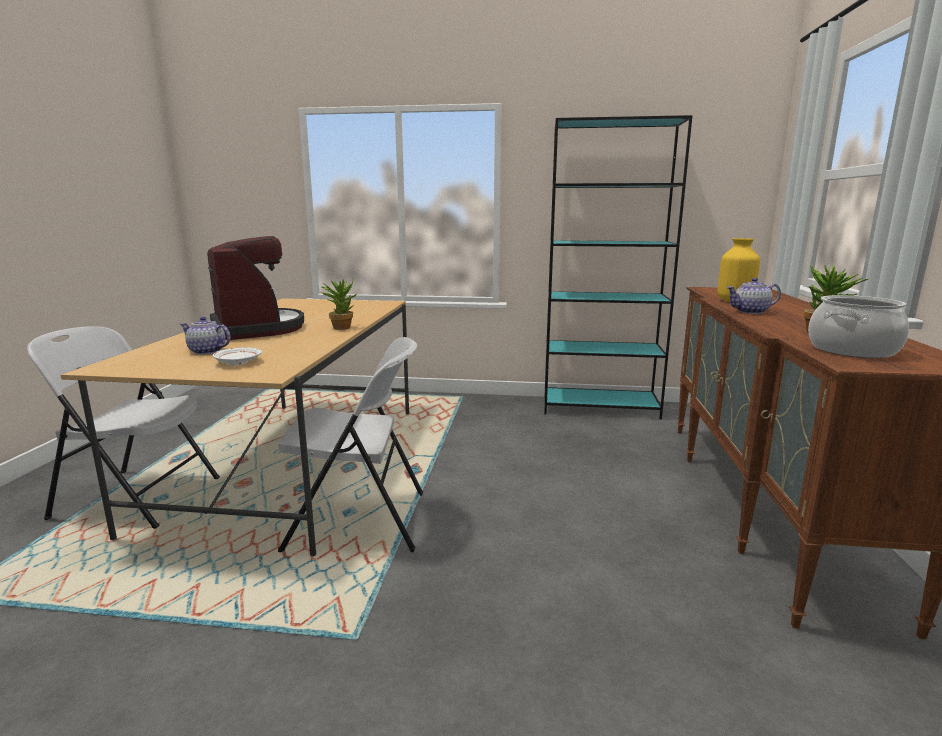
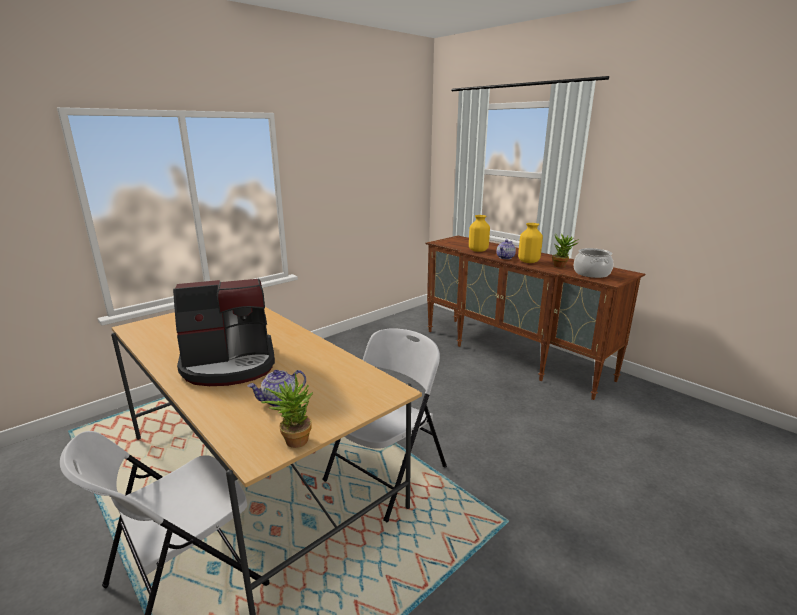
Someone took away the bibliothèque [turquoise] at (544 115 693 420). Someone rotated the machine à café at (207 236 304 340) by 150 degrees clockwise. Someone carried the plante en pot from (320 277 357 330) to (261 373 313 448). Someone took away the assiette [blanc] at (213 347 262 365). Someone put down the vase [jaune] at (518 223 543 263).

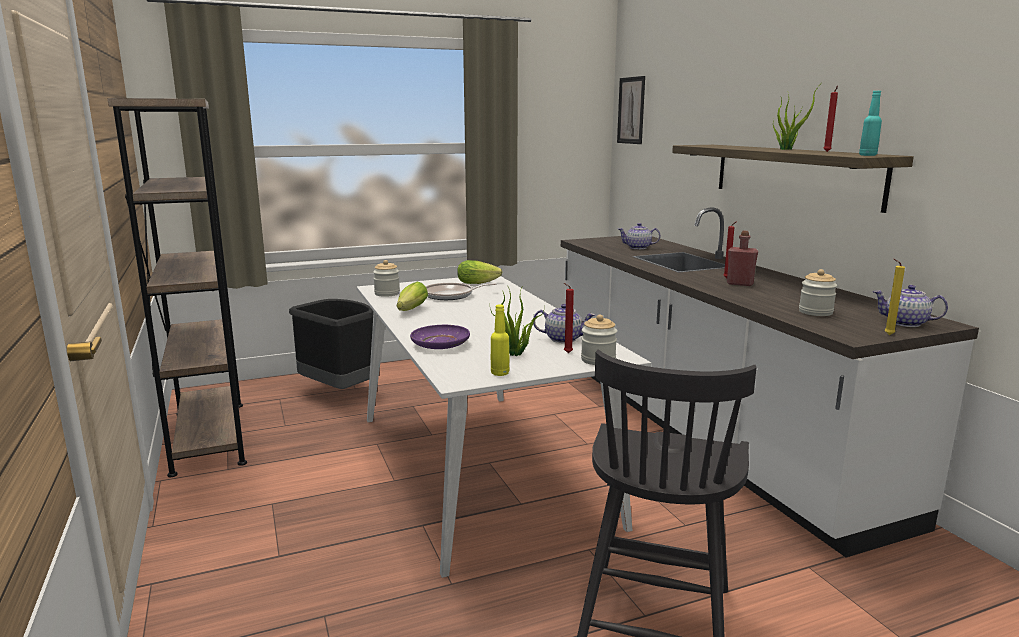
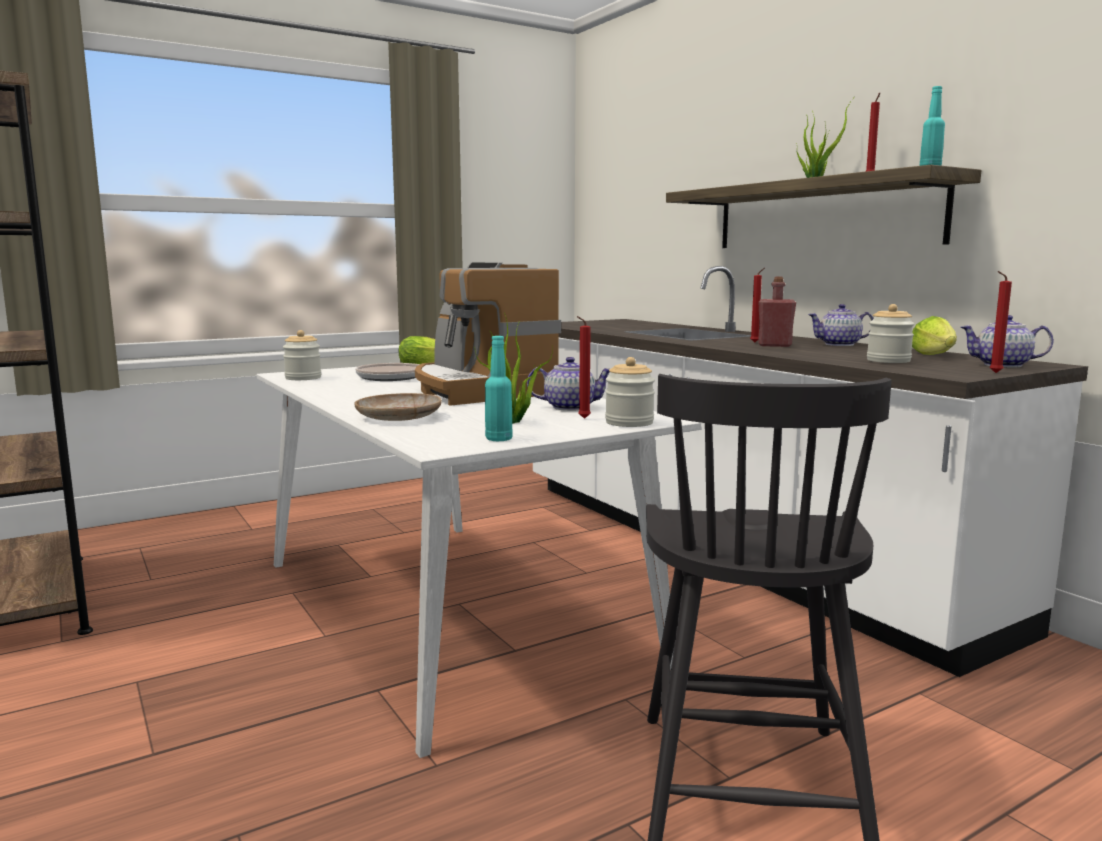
Someone took away the tableau at (617 76 645 144). Someone carried the théière from (618 223 661 249) to (808 304 874 346). Someone repainted the bougie [jaune] at (885 259 905 335), which became the bougie [rouge] at (989 271 1012 373). Someone carried the laitue from (397 281 428 311) to (912 316 957 355). Someone took away the poubelle [noir] at (289 299 374 389). Someone repainted the bouteille [jaune] at (491 304 509 376), which became the bouteille [turquoise] at (485 336 513 441). Someone repainted the assiette [violet] at (410 325 470 349), which became the assiette [beige] at (354 393 442 421). Someone put down the machine à café at (415 263 561 406).

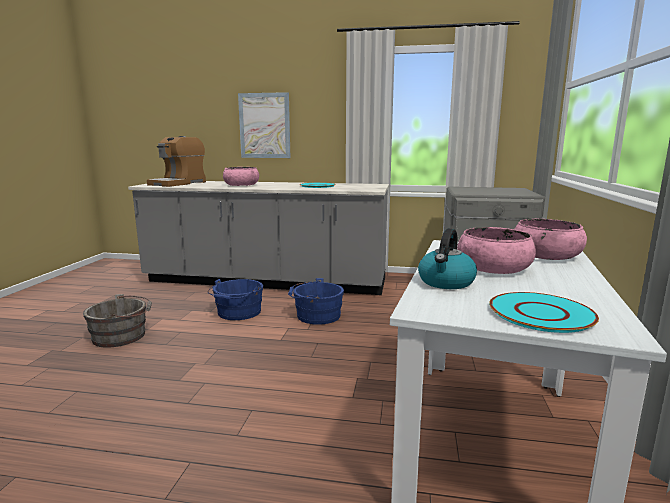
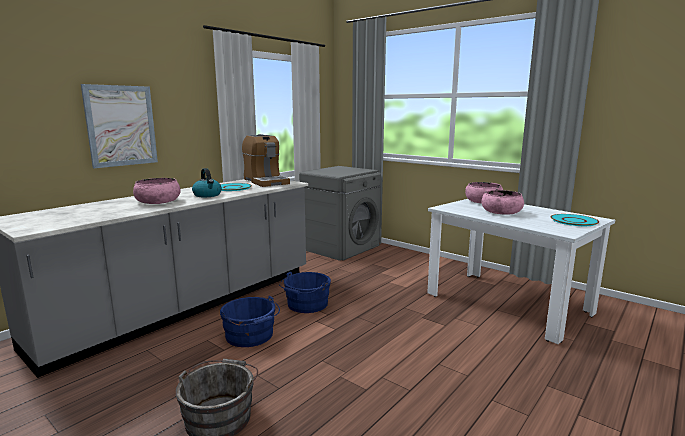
Someone carried the machine à café from (147 136 206 187) to (242 134 290 187). Someone carried the bouilloire from (418 229 477 289) to (192 168 222 197).

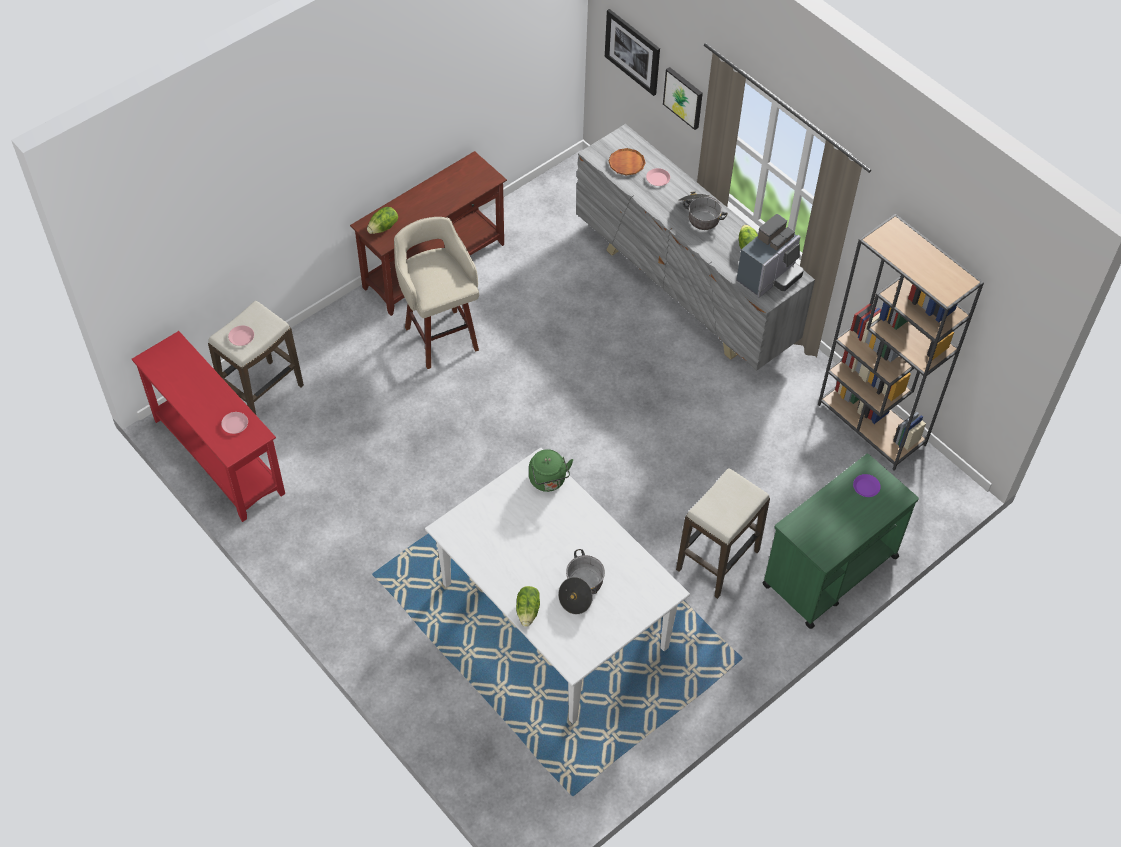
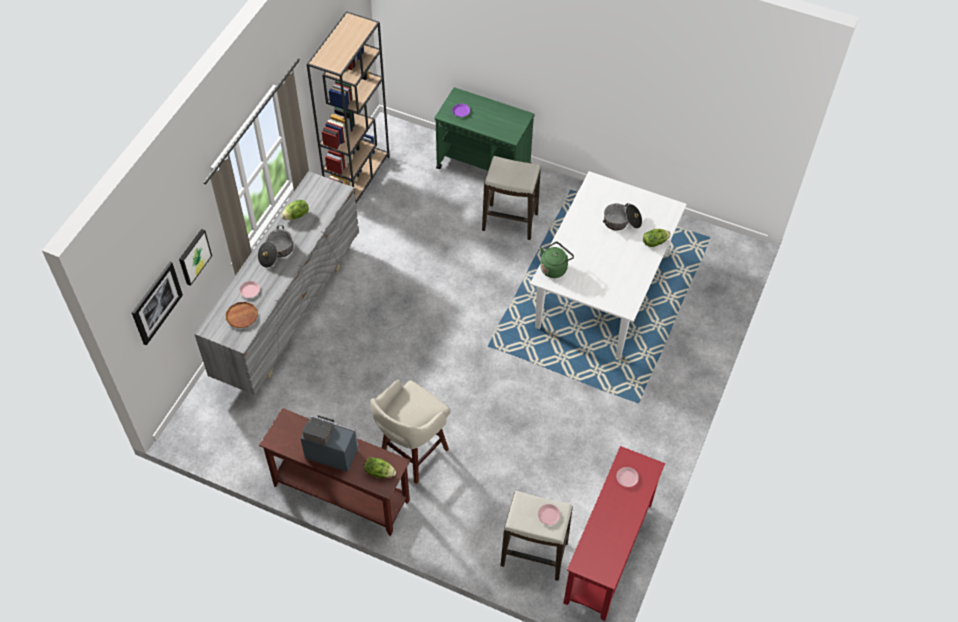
Someone carried the machine à café from (736 214 804 297) to (301 415 359 472).

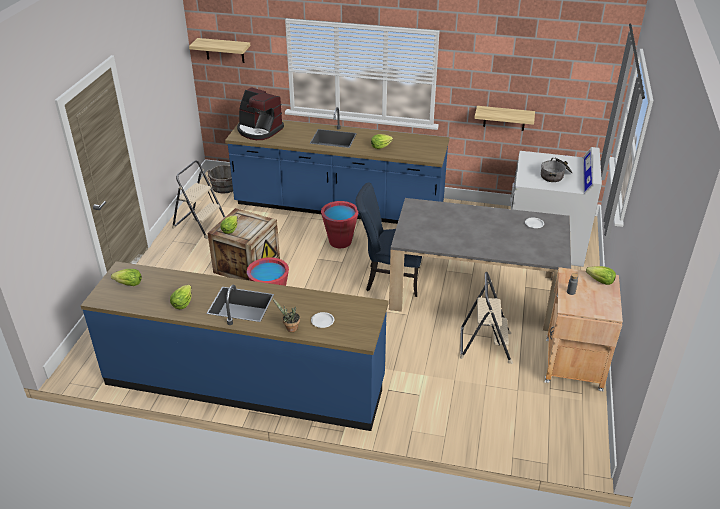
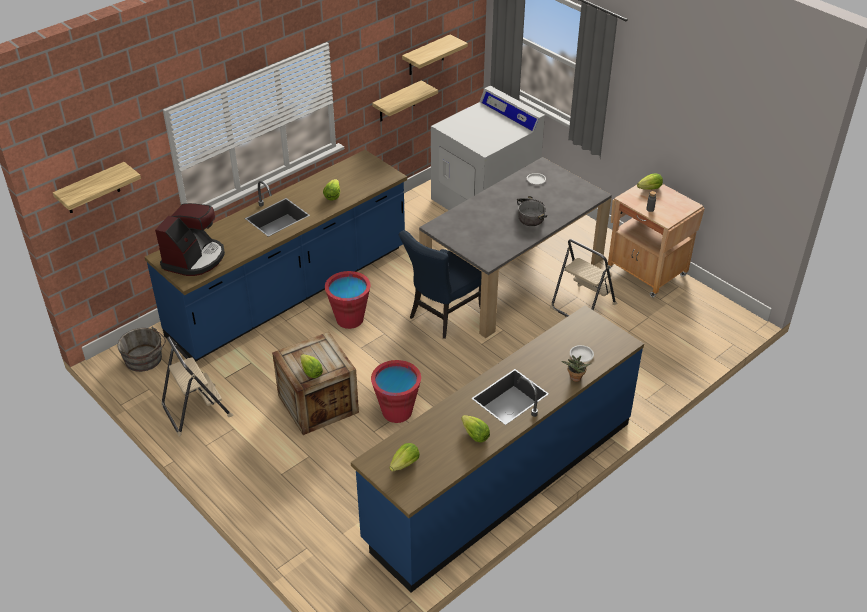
Someone rotated the machine à café at (237 87 284 140) by 45 degrees counterclockwise. Someone carried the marmite from (541 158 572 182) to (517 196 547 226). Someone put up the étagère at (402 34 468 75).

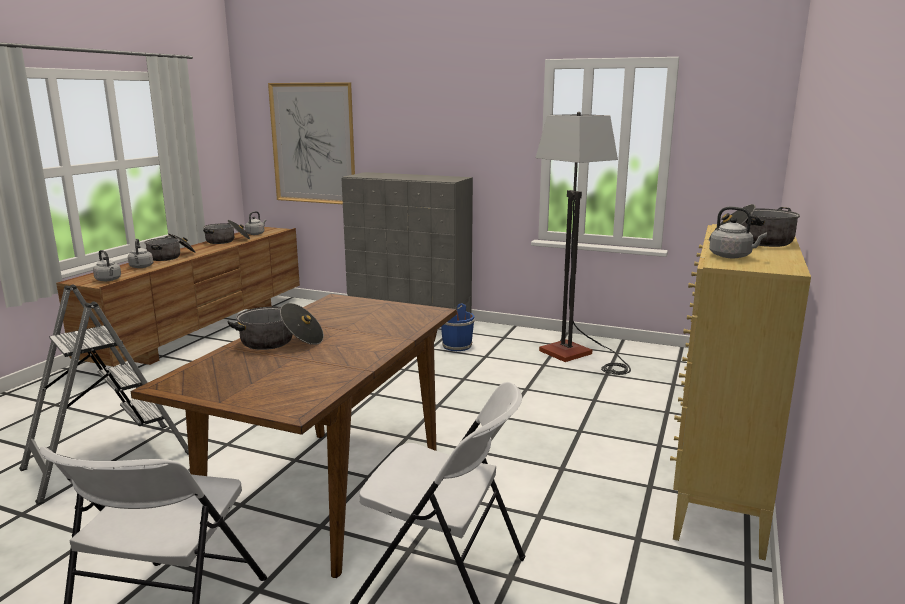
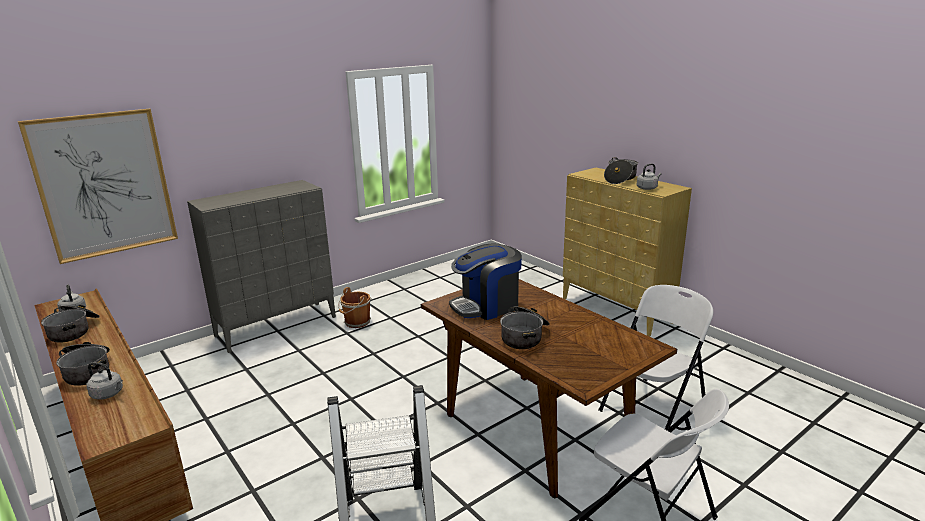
Someone took away the lampadaire at (536 112 631 375). Someone took away the bouilloire [gris] at (93 250 121 281). Someone repainted the seau [bleu] at (441 304 475 351), which became the seau [marron] at (338 287 372 328). Someone put down the machine à café at (449 243 522 320).

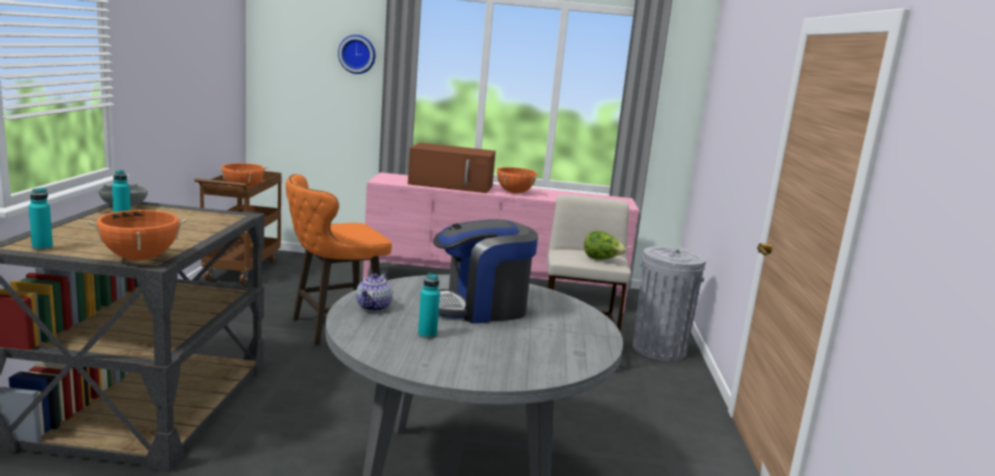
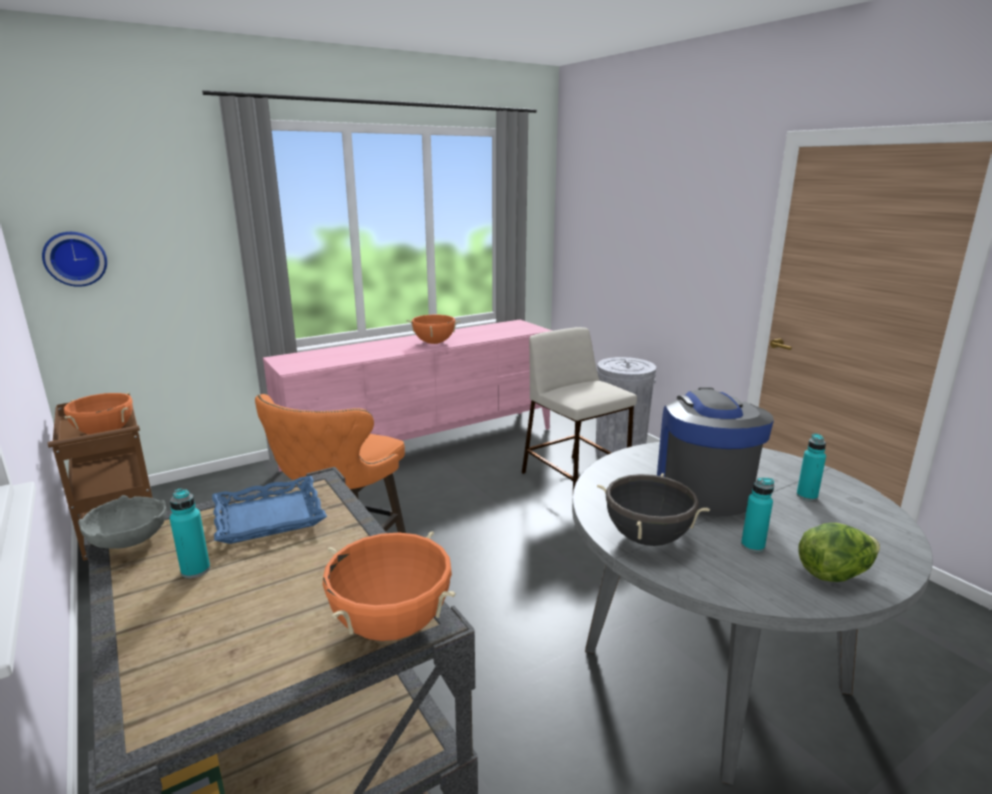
Someone carried the horloge murale from (338 35 376 74) to (42 232 107 287). Someone took away the micro-ondes [marron] at (408 142 496 193). Someone carried the bouteille [turquoise] from (29 188 53 250) to (797 433 826 501). Someone rotated the machine à café at (433 219 538 324) by 150 degrees clockwise. Someone carried the laitue from (584 231 627 260) to (798 523 880 582). Someone swapped the théière at (356 273 393 312) for the marmite [noir] at (597 473 710 546). Someone put down the plateau [bleu] at (212 476 327 544).

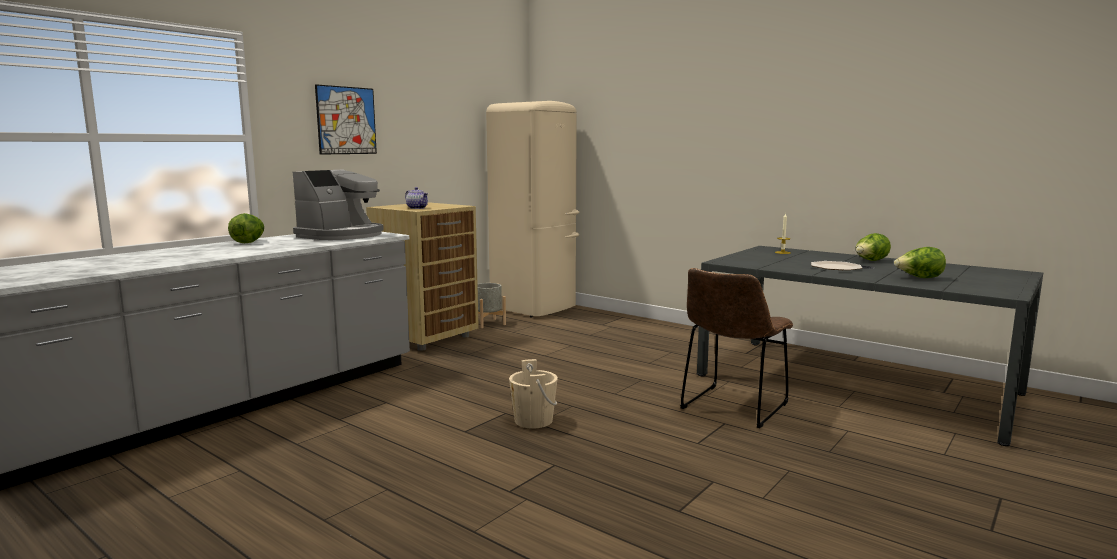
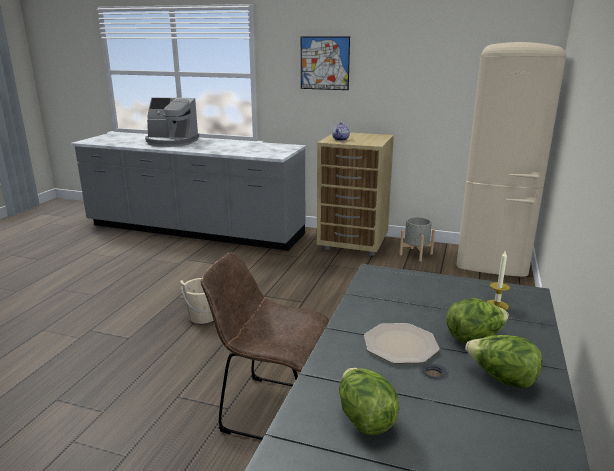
Someone carried the machine à café from (293 170 384 240) to (145 97 199 147). Someone carried the laitue from (228 213 264 243) to (446 298 509 343).

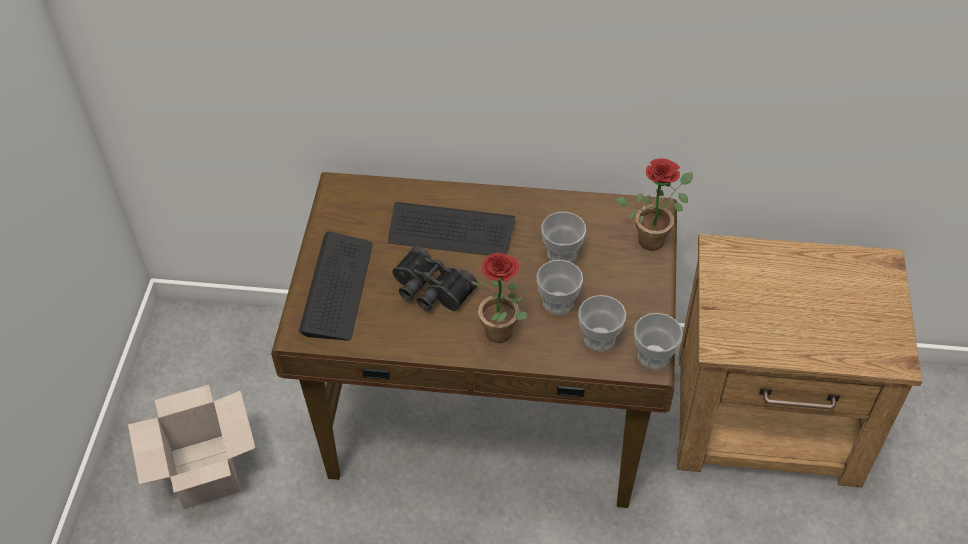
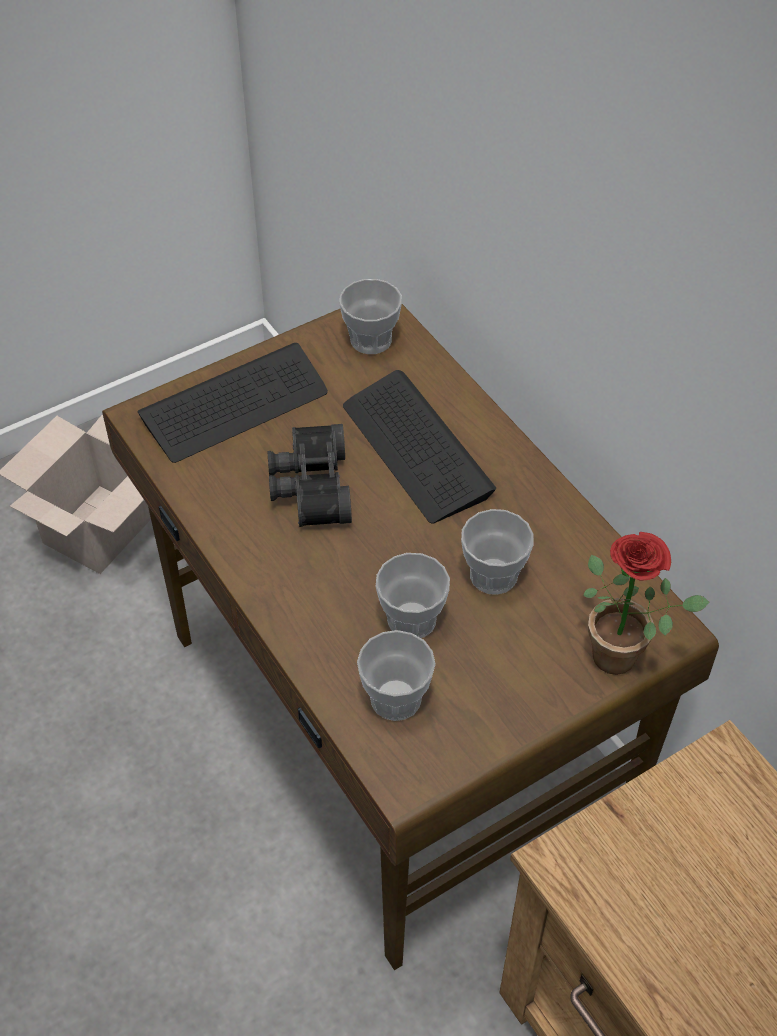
Someone took away the plante en pot at (471 253 527 343). Someone carried the tasse from (634 313 683 370) to (339 279 402 354).

